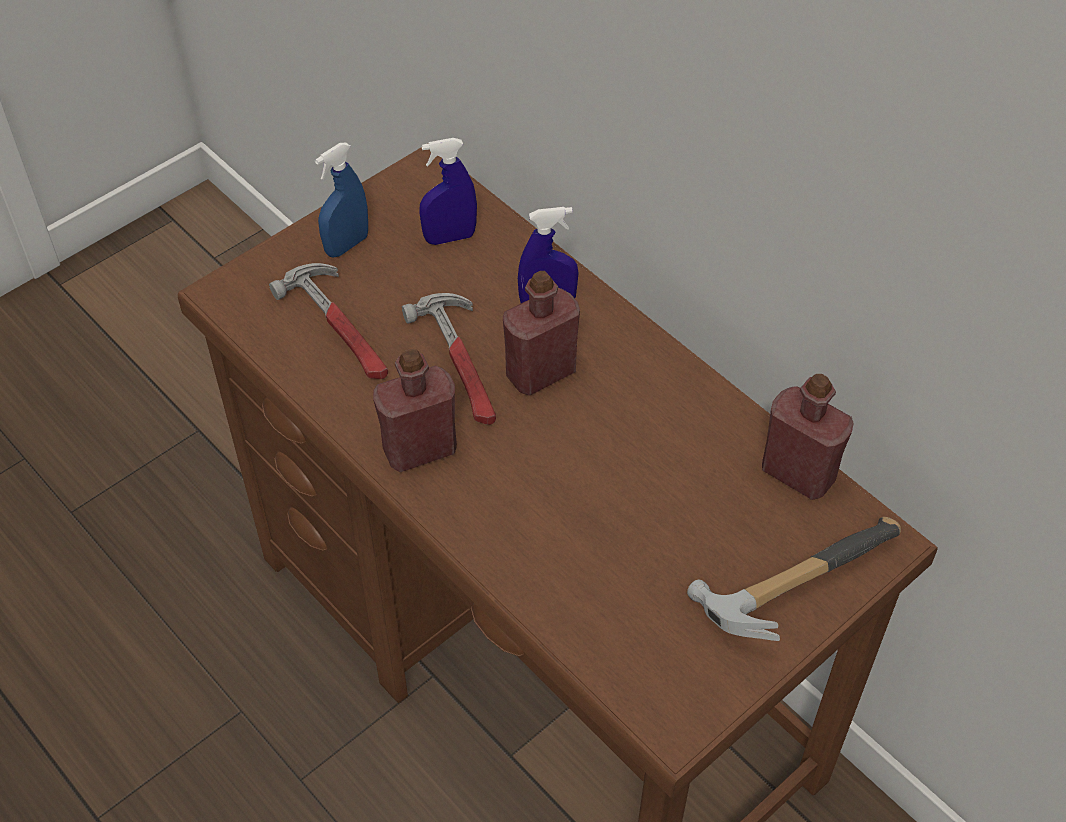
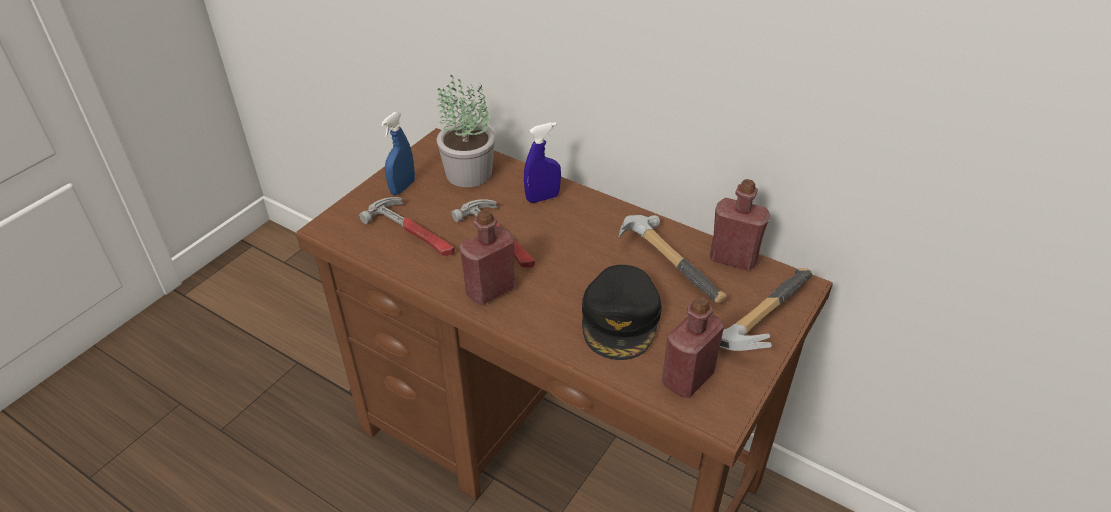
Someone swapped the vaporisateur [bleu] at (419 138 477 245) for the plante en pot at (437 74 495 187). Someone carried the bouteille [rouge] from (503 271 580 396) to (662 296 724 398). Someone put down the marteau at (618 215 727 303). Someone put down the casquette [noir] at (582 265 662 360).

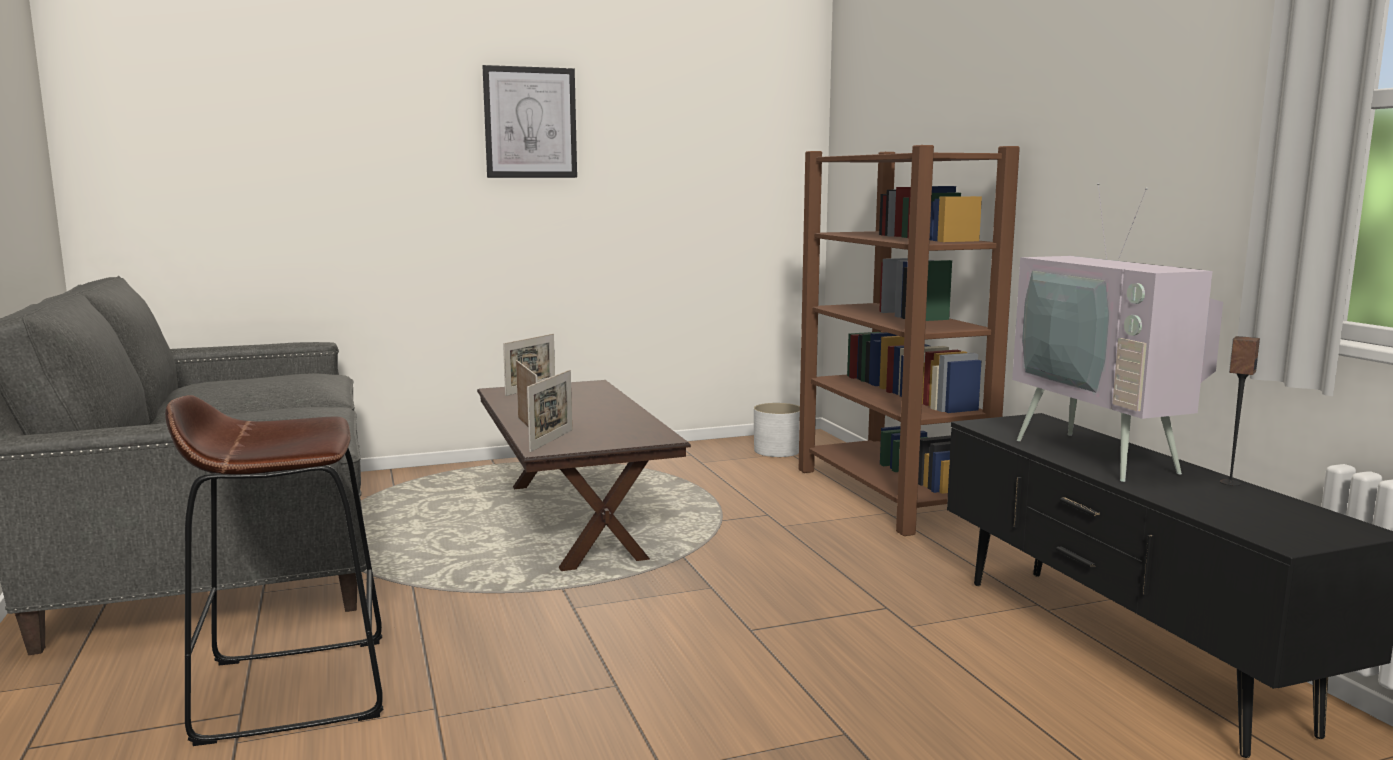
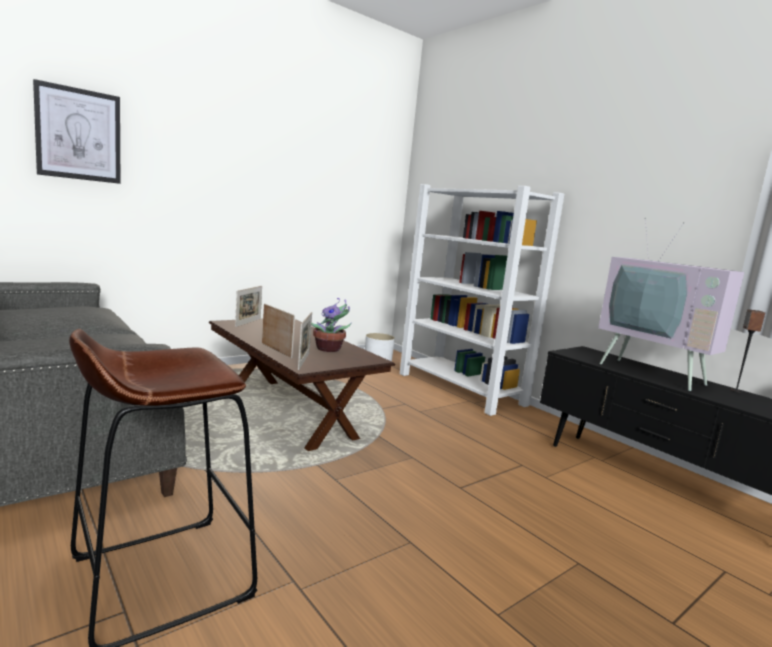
Someone carried the tableau from (482 65 577 178) to (33 79 120 184). Someone repainted the bibliothèque [marron] at (799 145 1020 536), which became the bibliothèque [blanc] at (400 184 564 416). Someone put down the plante en pot at (311 298 352 352).

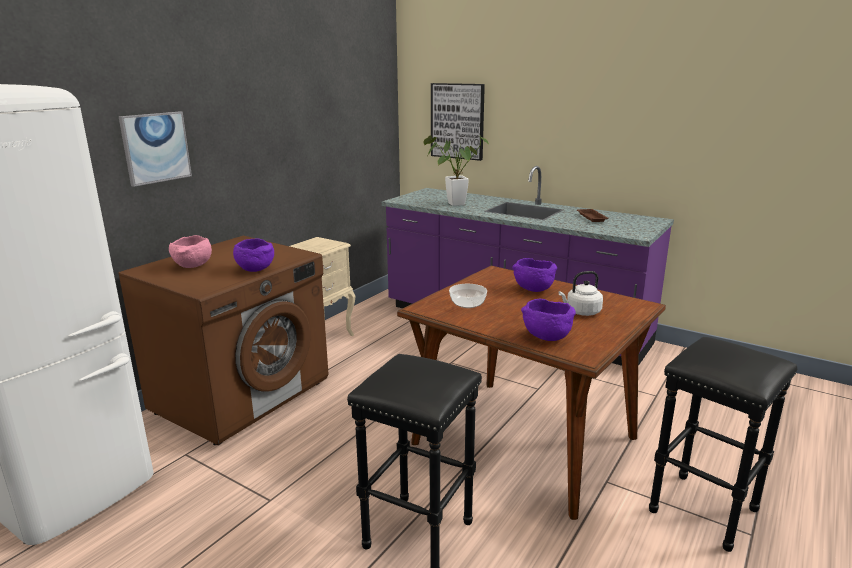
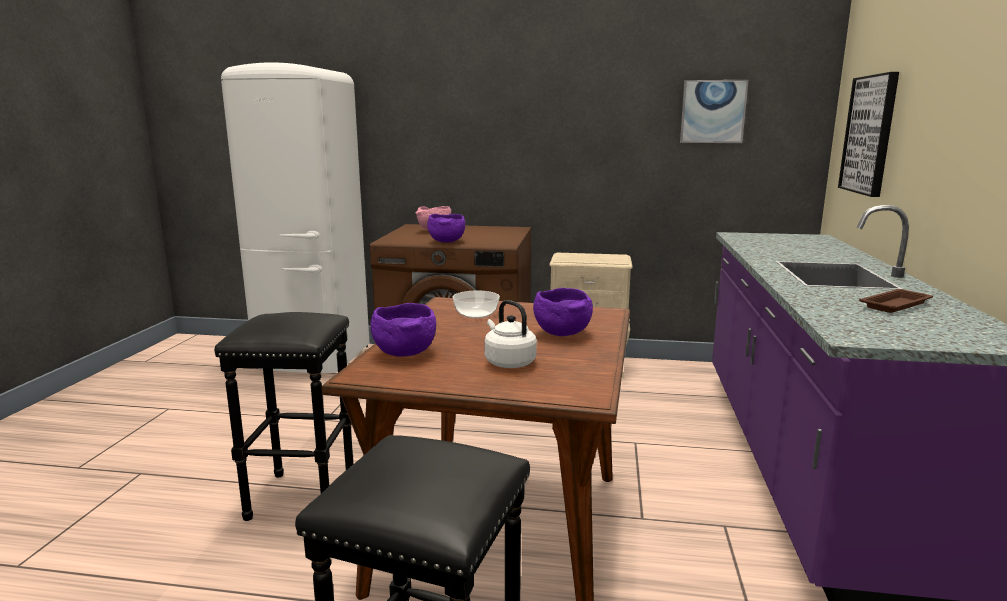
Someone carried the tableau from (119 112 192 187) to (680 80 749 143). Someone took away the plante en pot at (423 135 489 206).

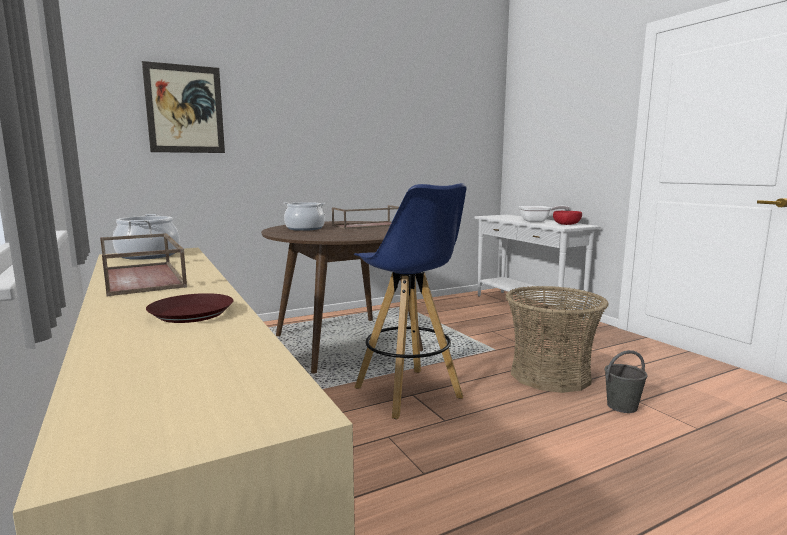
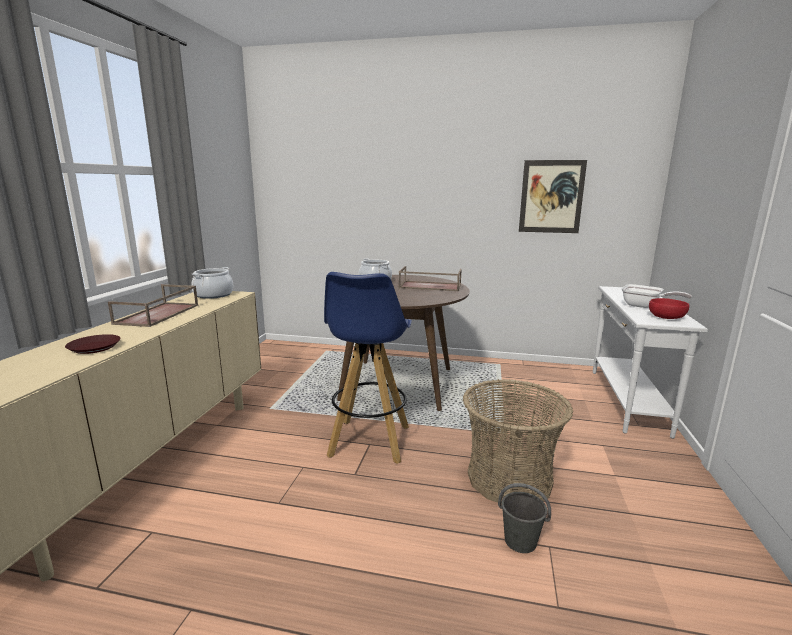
Someone carried the tableau from (142 61 225 153) to (519 160 587 233).

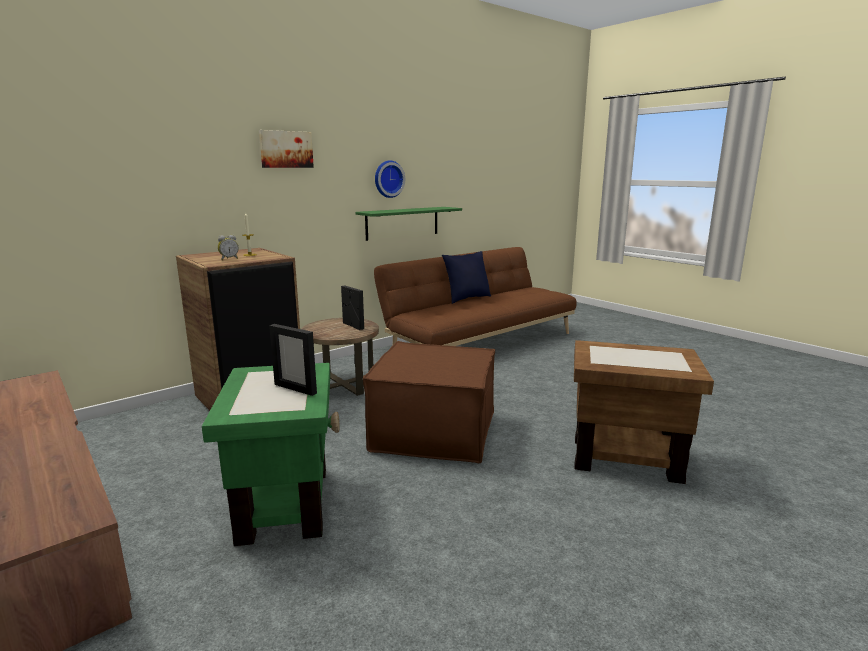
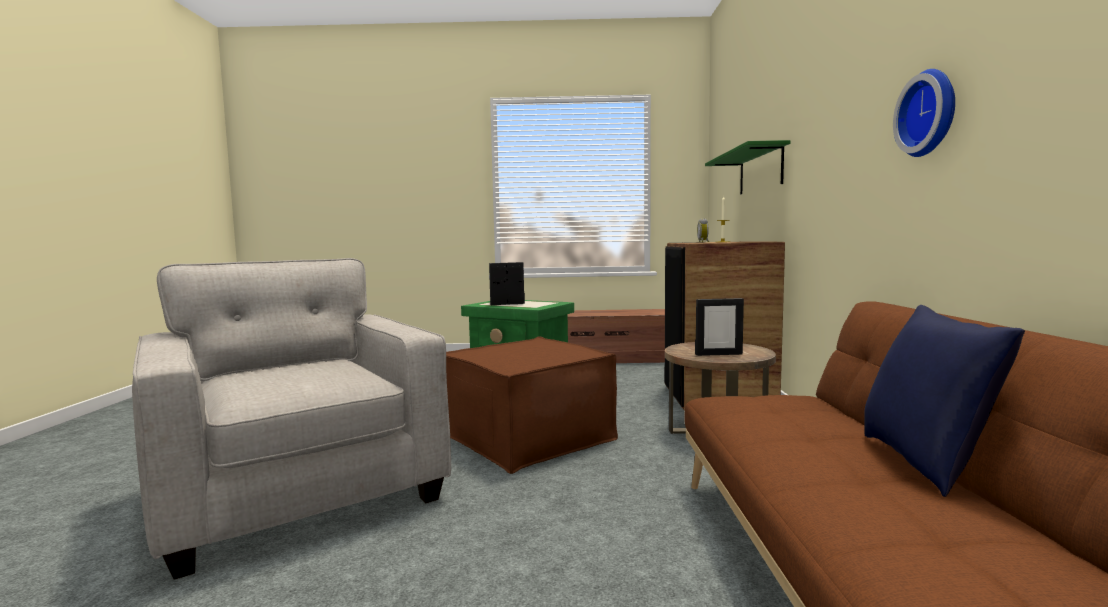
Someone took away the tableau at (259 130 314 168). Someone carried the étagère [vert] from (355 207 462 241) to (705 140 790 194). Someone swapped the table d'appoint [marron] at (574 340 714 484) for the fauteuil [gris] at (132 258 451 580).

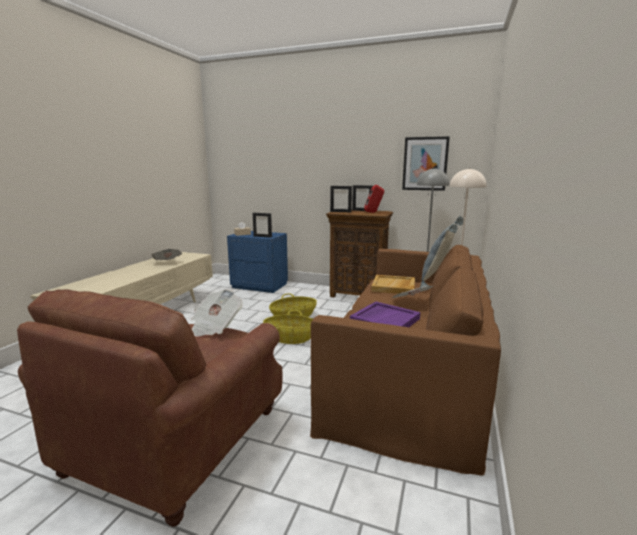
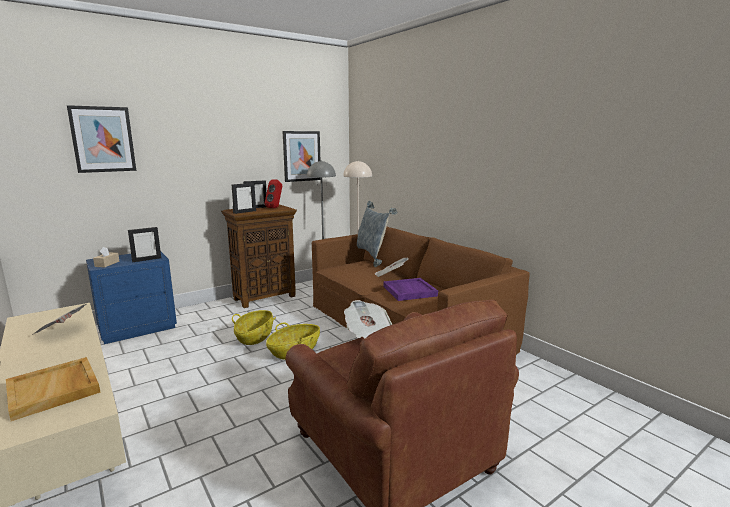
Someone carried the plateau [beige] from (371 275 415 294) to (6 357 100 421). Someone put up the tableau at (67 105 136 173).

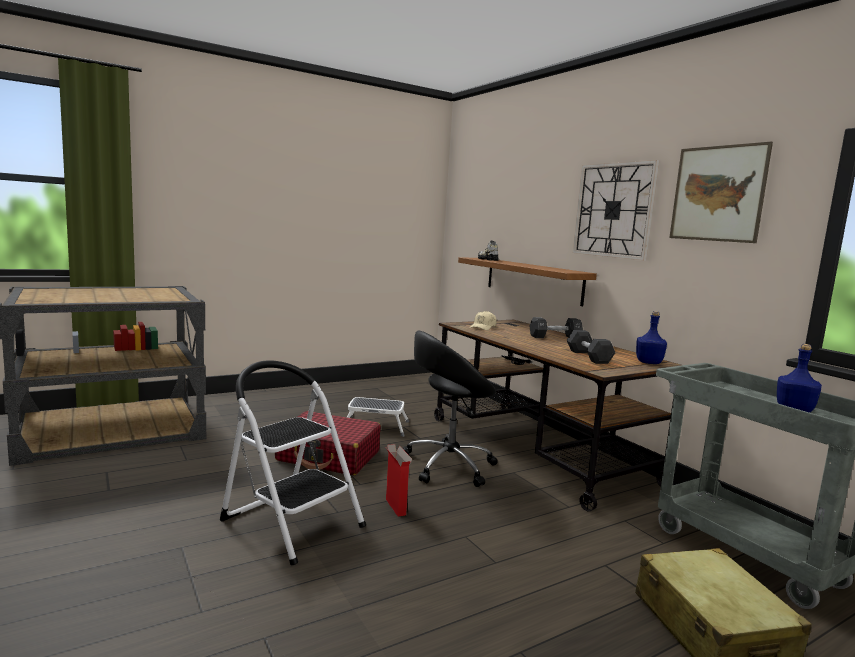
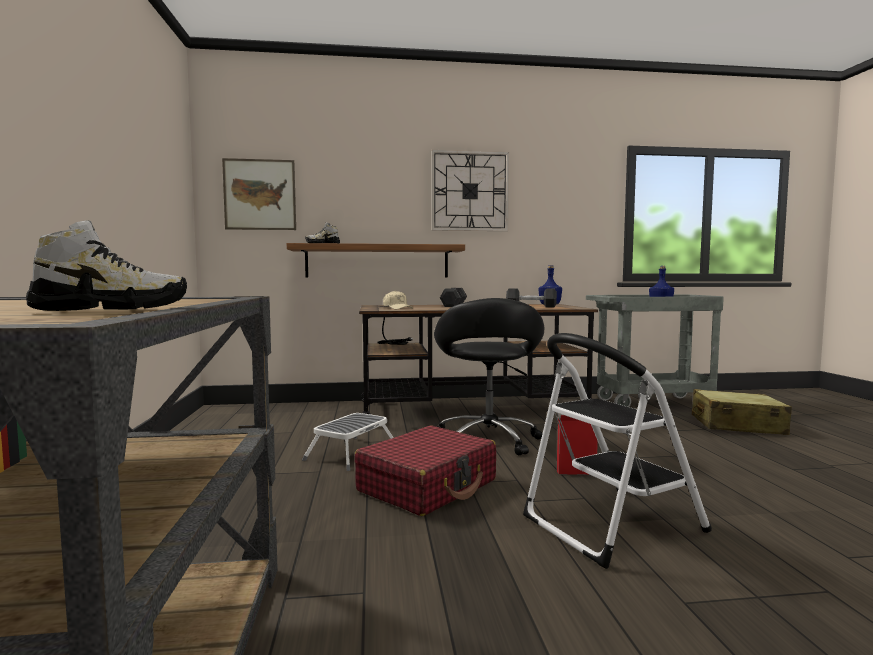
Someone carried the tableau from (669 142 773 243) to (222 158 296 230). Someone put down the chaussure at (26 220 187 311).

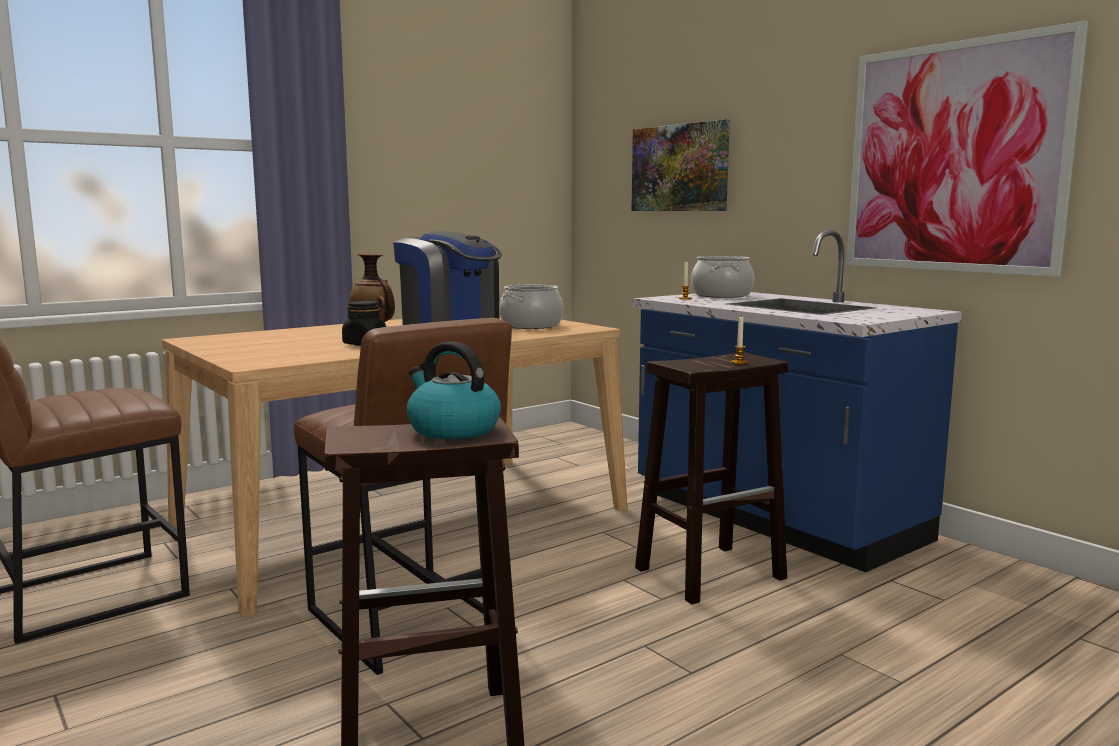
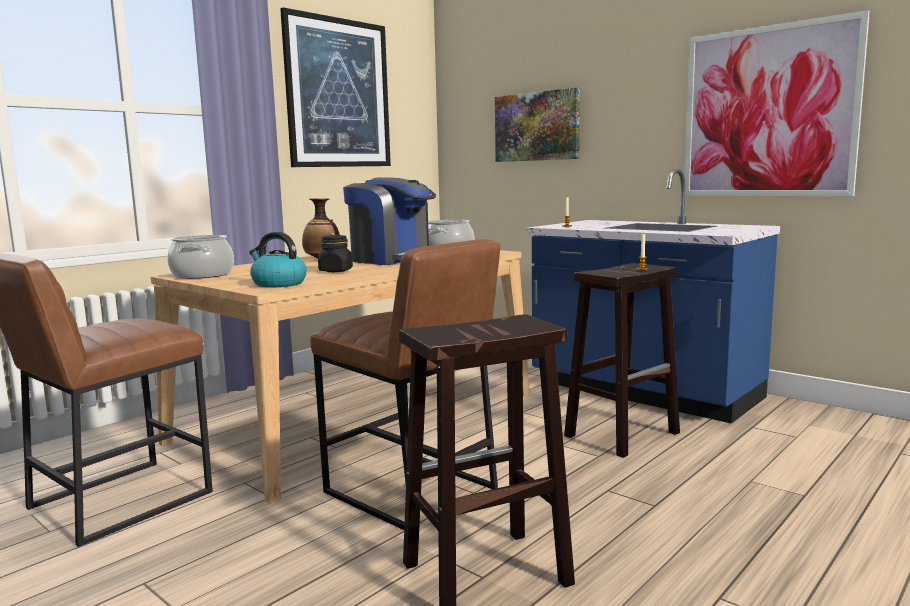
Someone carried the marmite from (691 256 754 298) to (168 235 234 279). Someone carried the bouilloire from (407 342 501 439) to (249 232 307 288). Someone put up the tableau at (280 7 391 167).

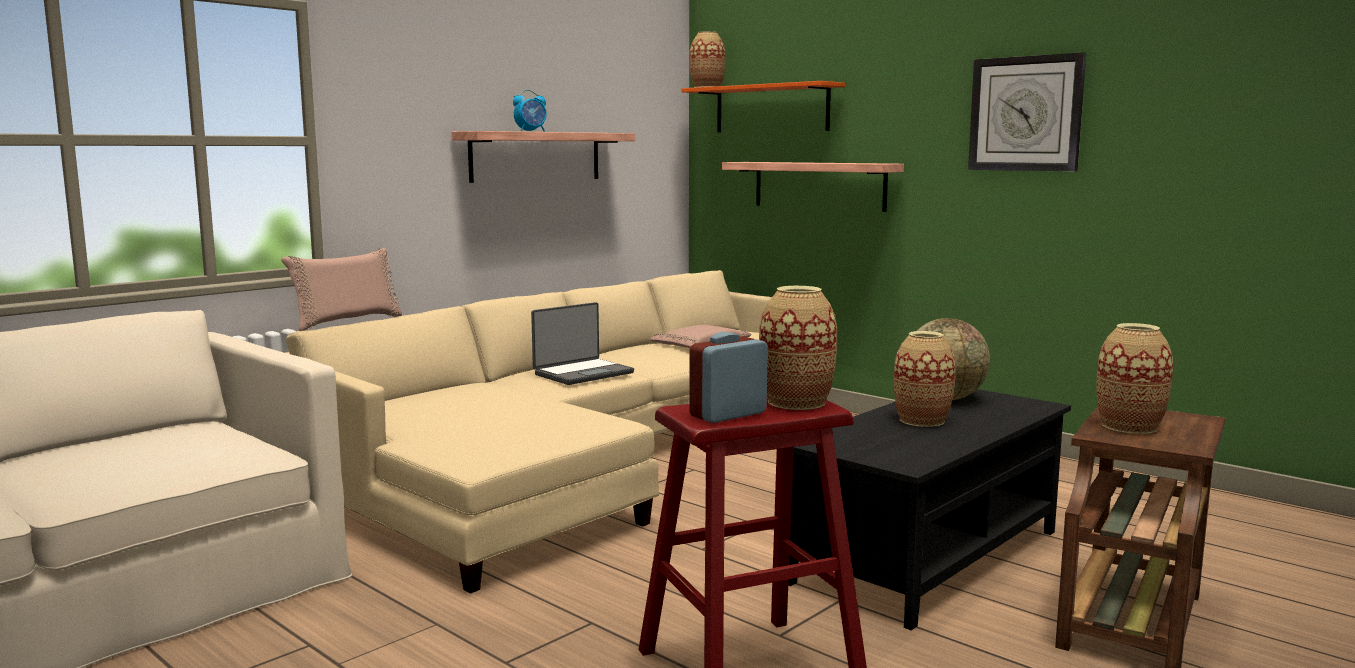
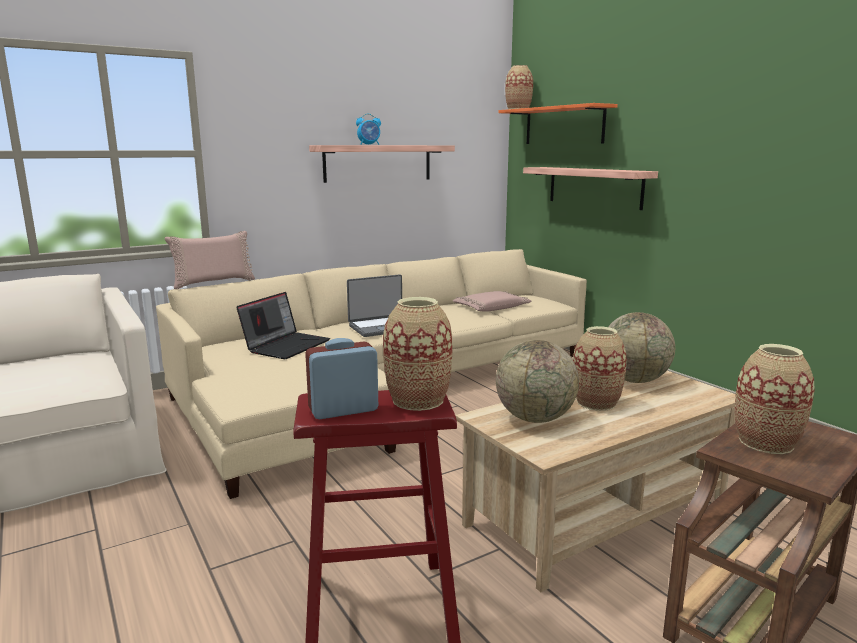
Someone took away the horloge murale at (968 52 1086 171). Someone repainted the table basse [noir] at (788 389 1071 630), which became the table basse [beige] at (455 371 736 592). Someone put down the ordinateur portable at (236 292 330 359). Someone put down the globe at (496 340 579 423).

